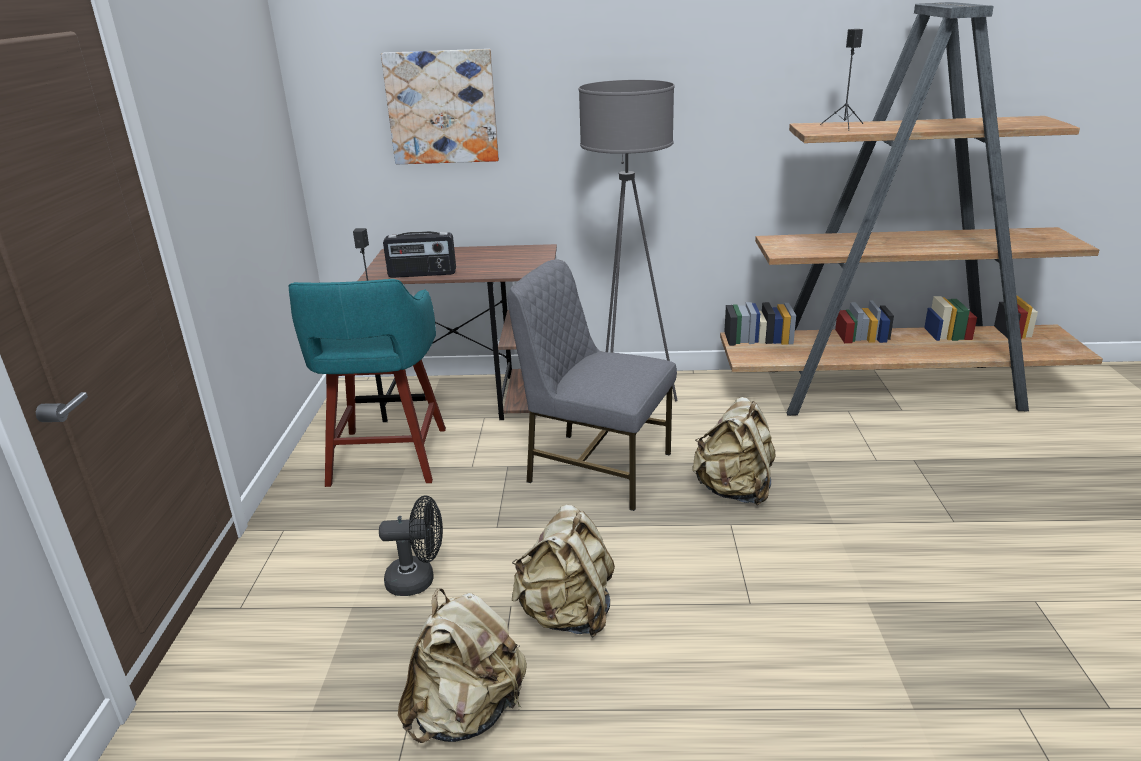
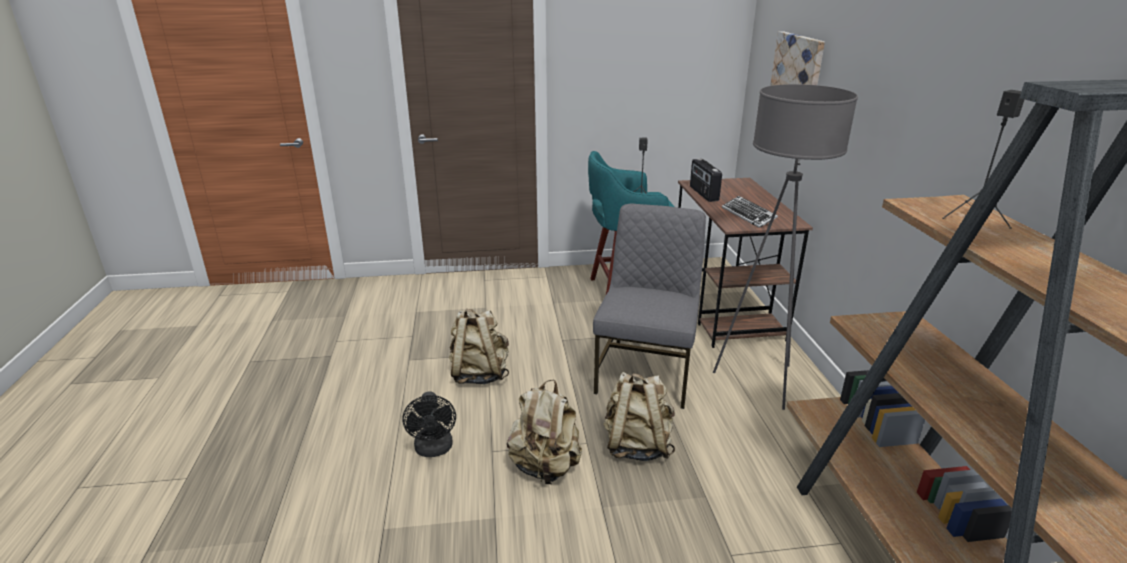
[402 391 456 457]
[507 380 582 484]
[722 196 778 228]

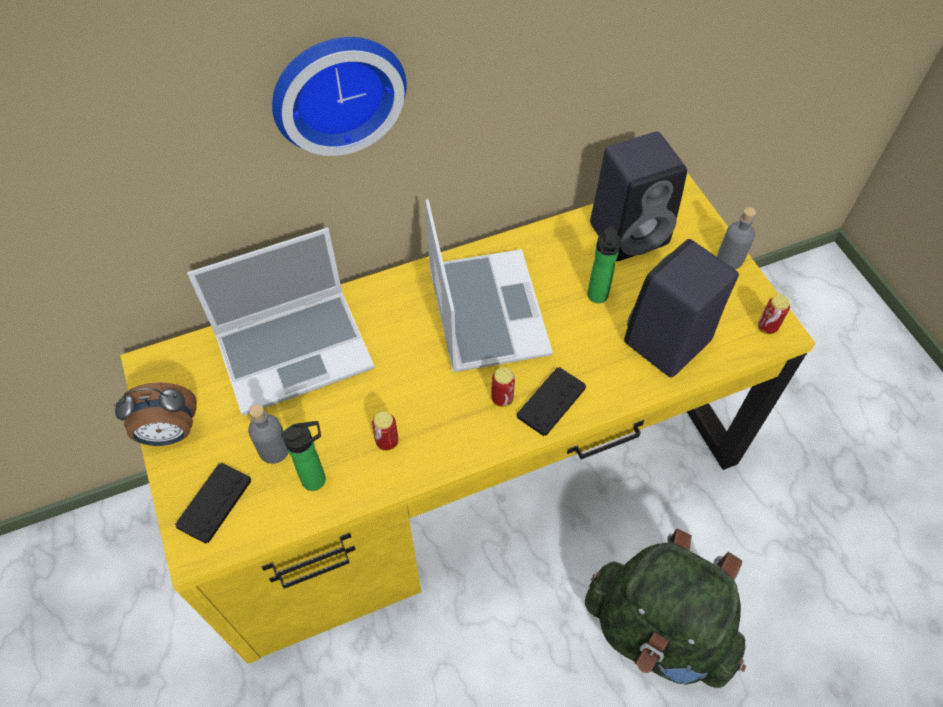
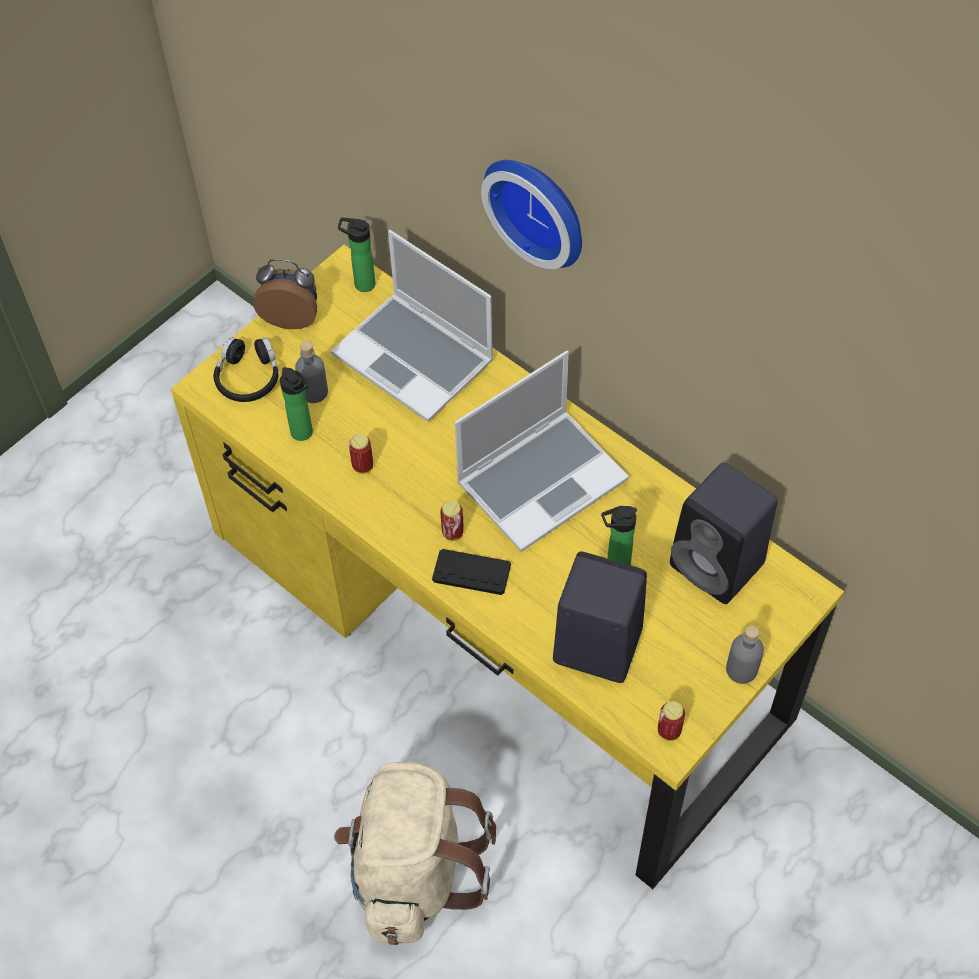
[253 259 317 329]
[213 337 279 402]
[334 762 496 945]
[338 217 375 292]

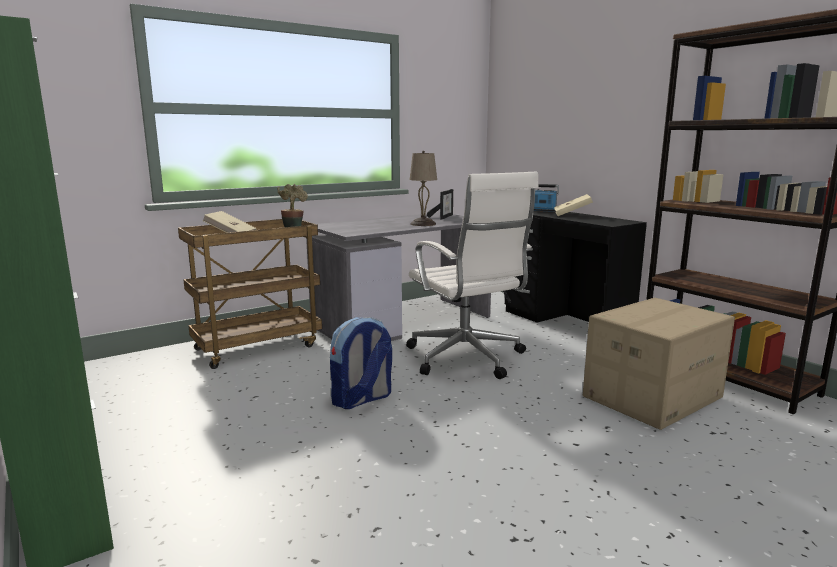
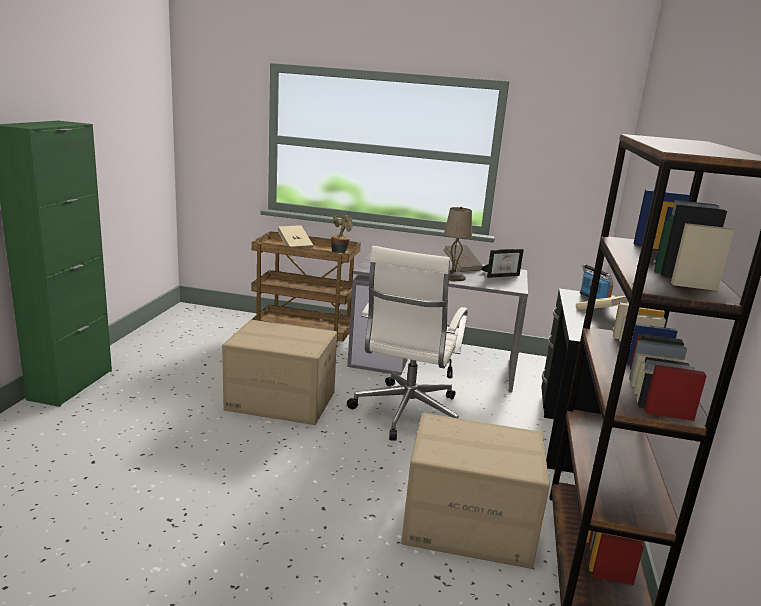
[222 320 337 425]
[444 245 483 272]

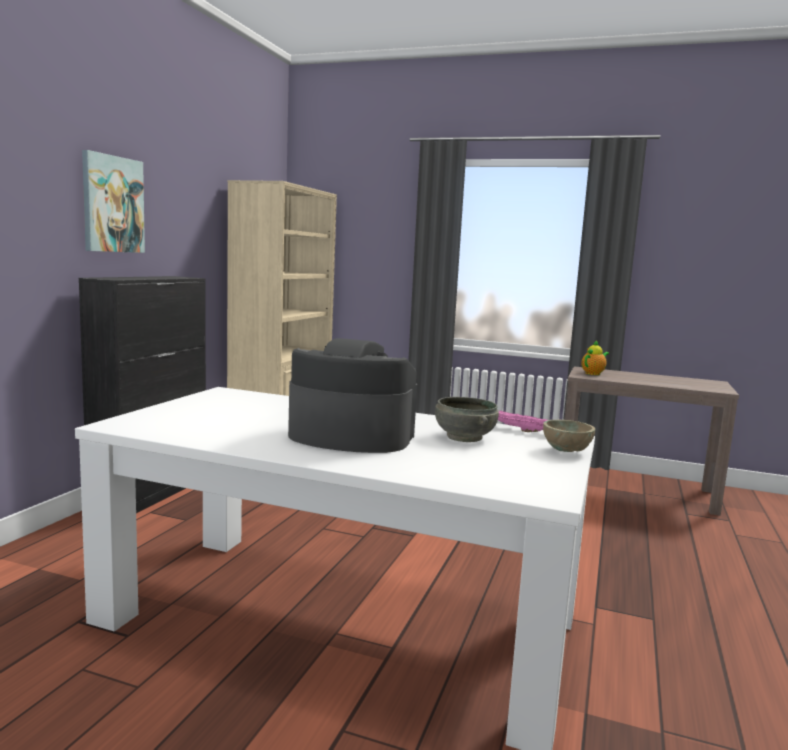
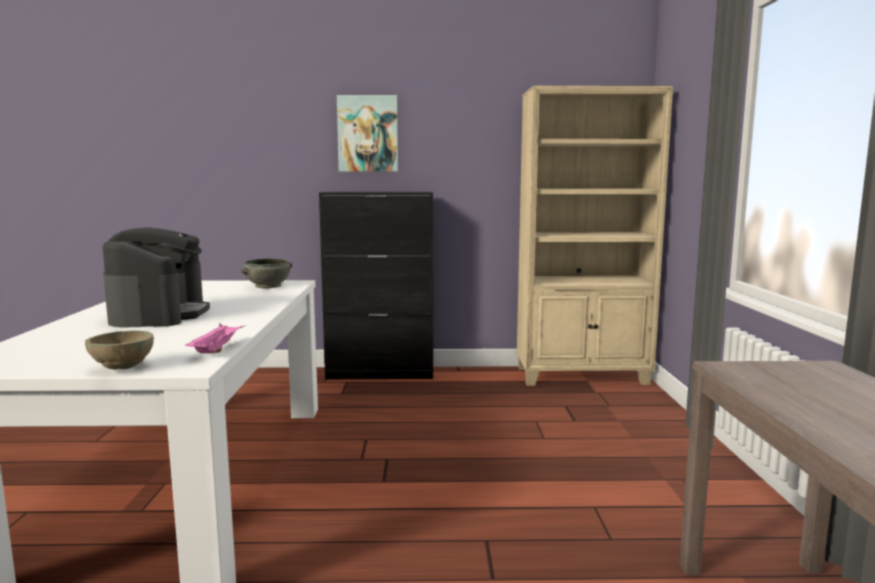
[581 340 609 375] (first image)
[241 258 292 288]

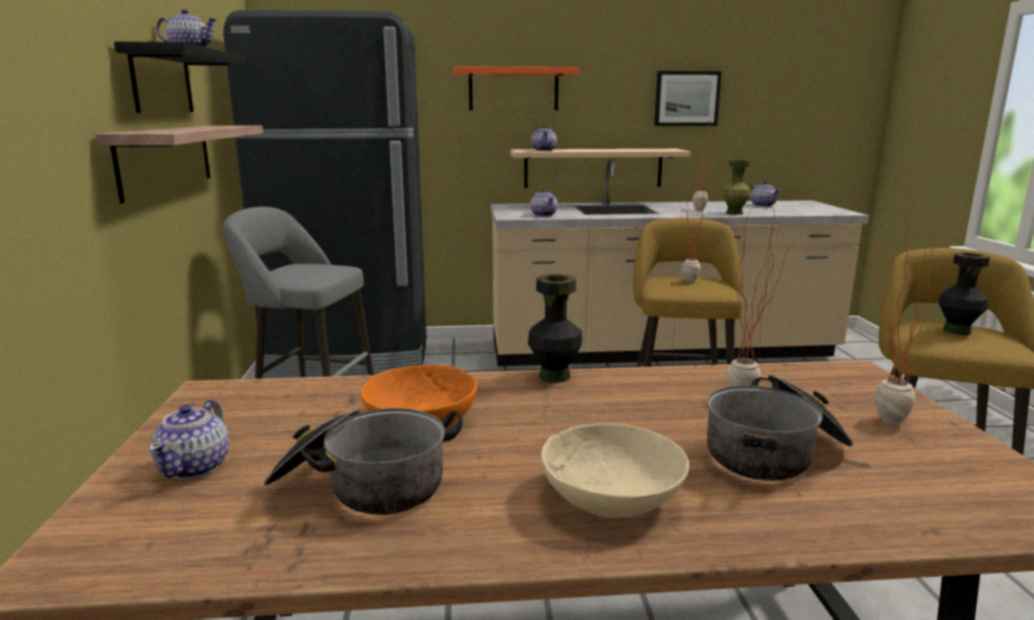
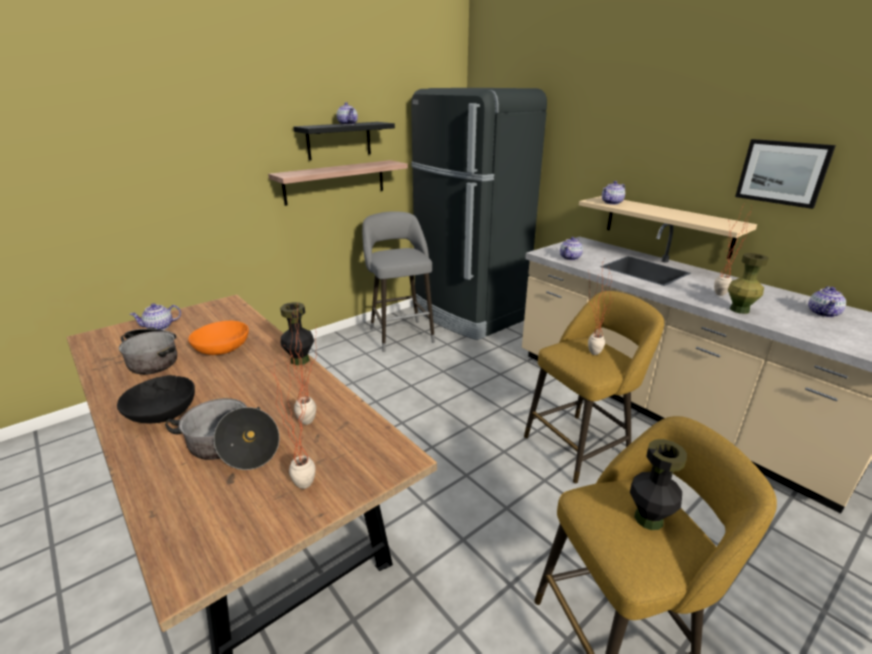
[453 66 580 110] (first image)
[117 375 195 423]

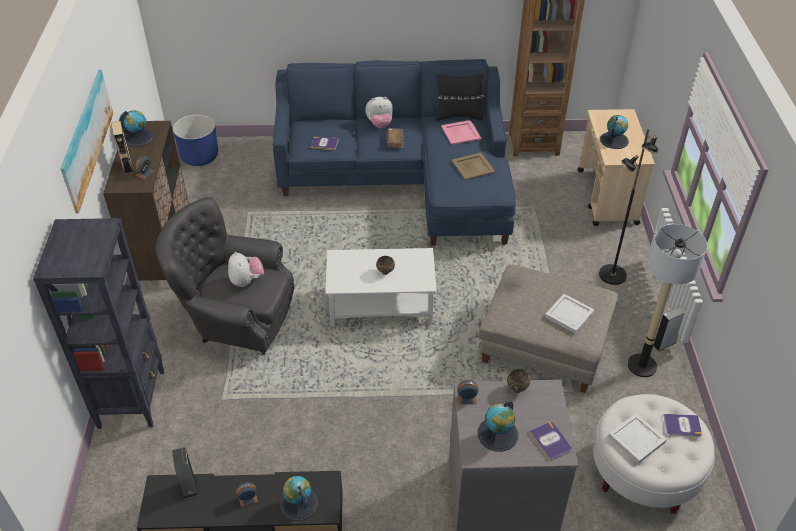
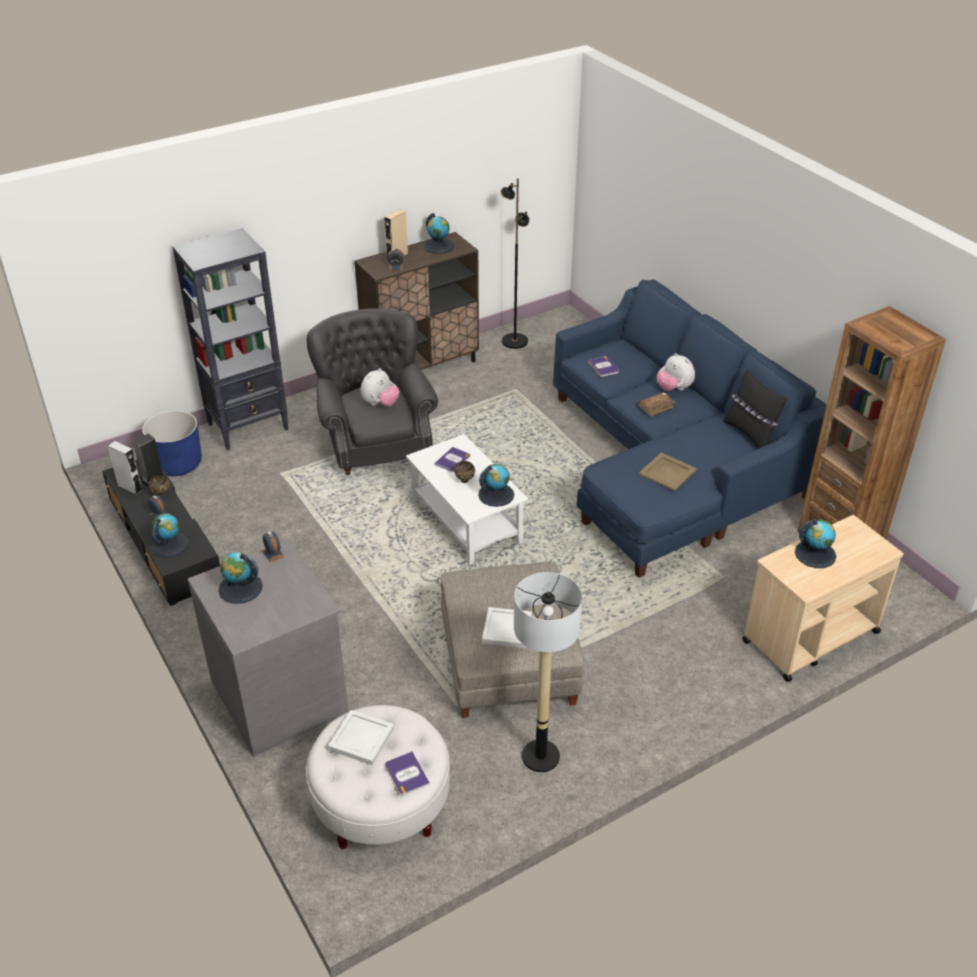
[60 70 113 213] (first image)
[142 410 202 476]
[441 120 481 145] (first image)
[500 178 529 349]
[107 441 143 495]
[148 475 170 497]
[434 447 470 472]
[478 464 514 507]

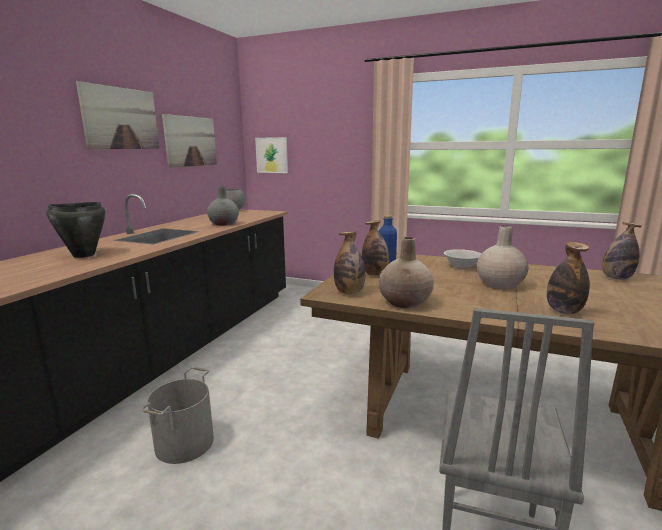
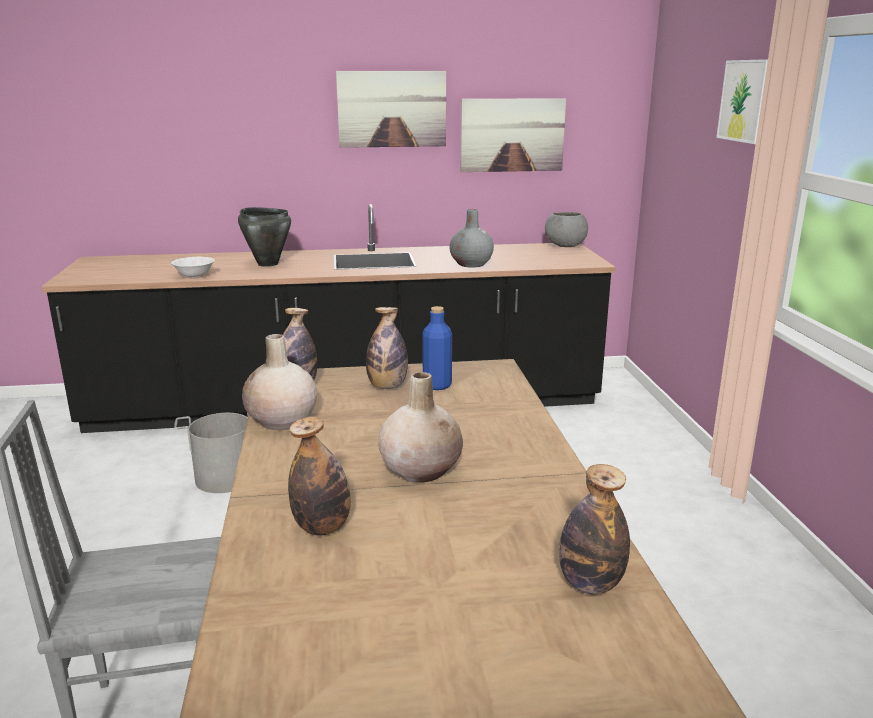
[716 59 768 144]
[171 257 215 278]

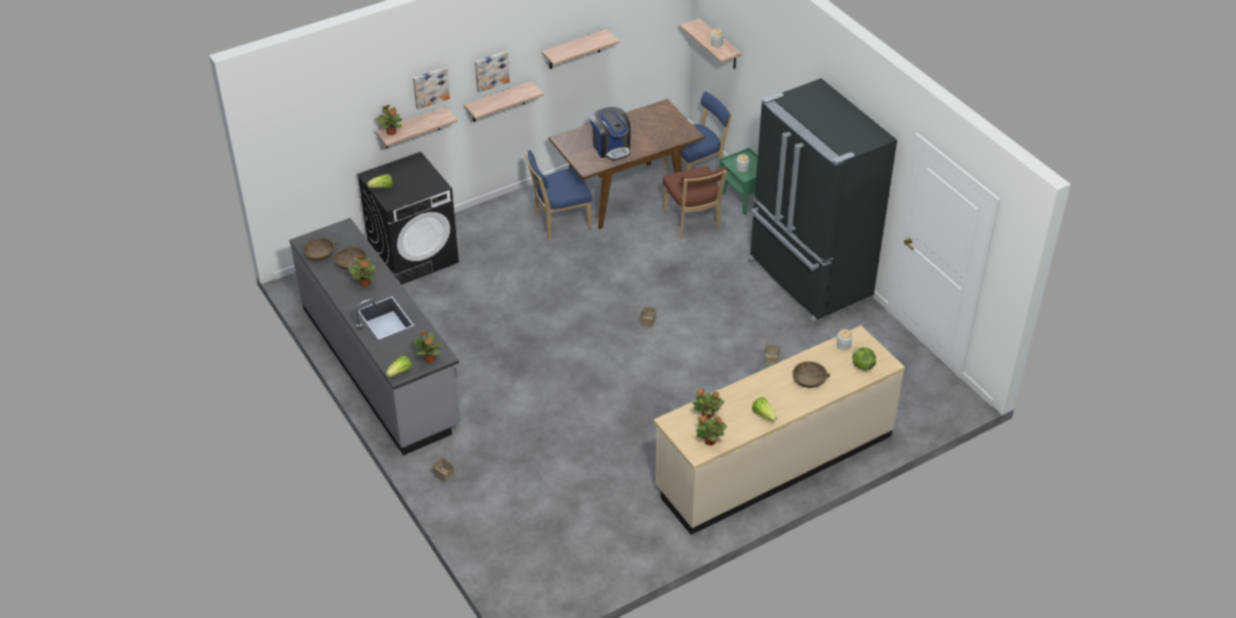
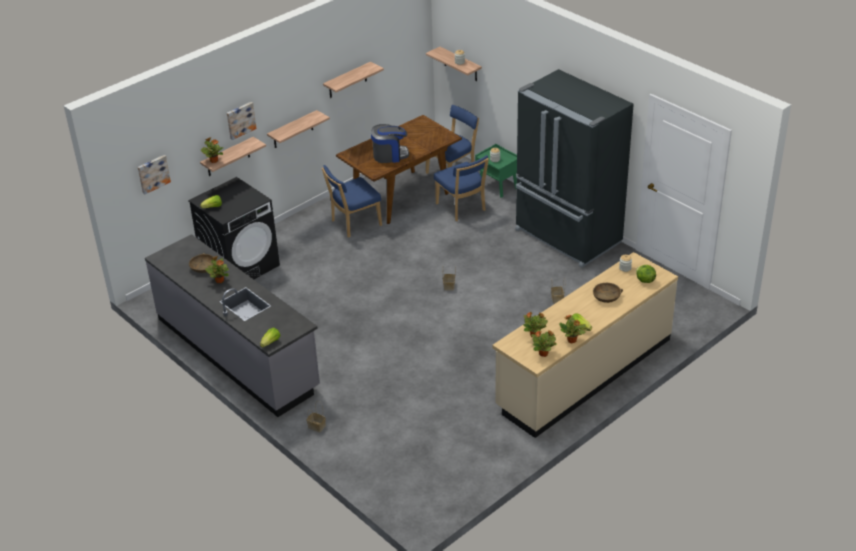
[138 155 171 195]
[371 124 409 163]
[434 155 489 221]
[303 238 336 261] (first image)
[559 315 586 344]

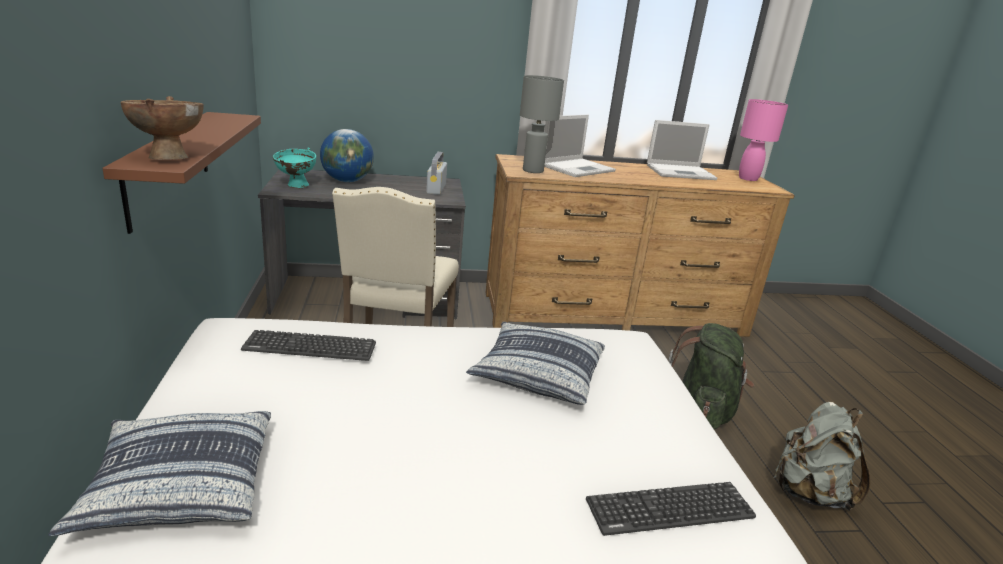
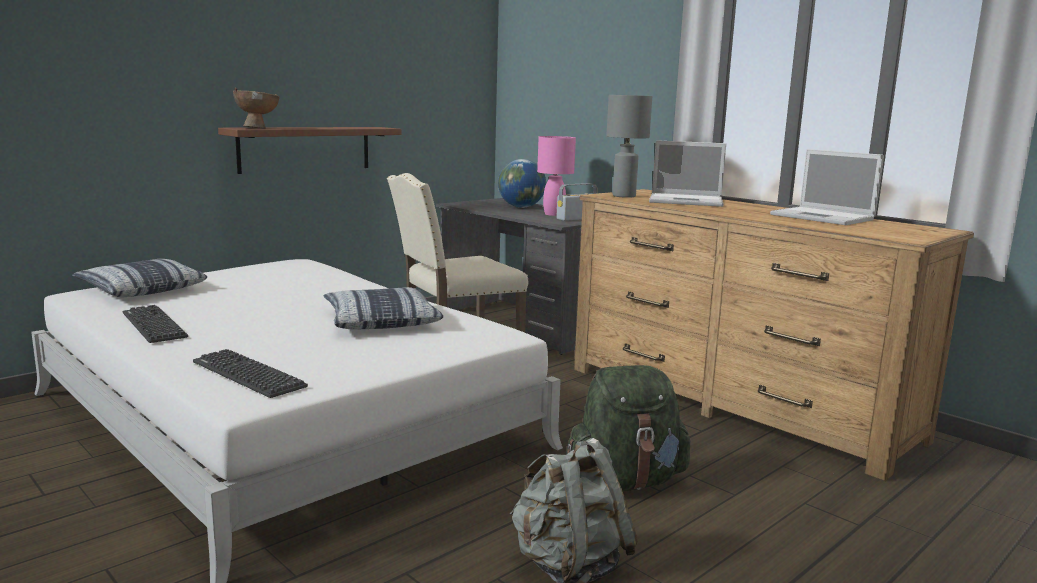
[537 136 576 216]
[273 147 316 188] (first image)
[123 305 188 343]

